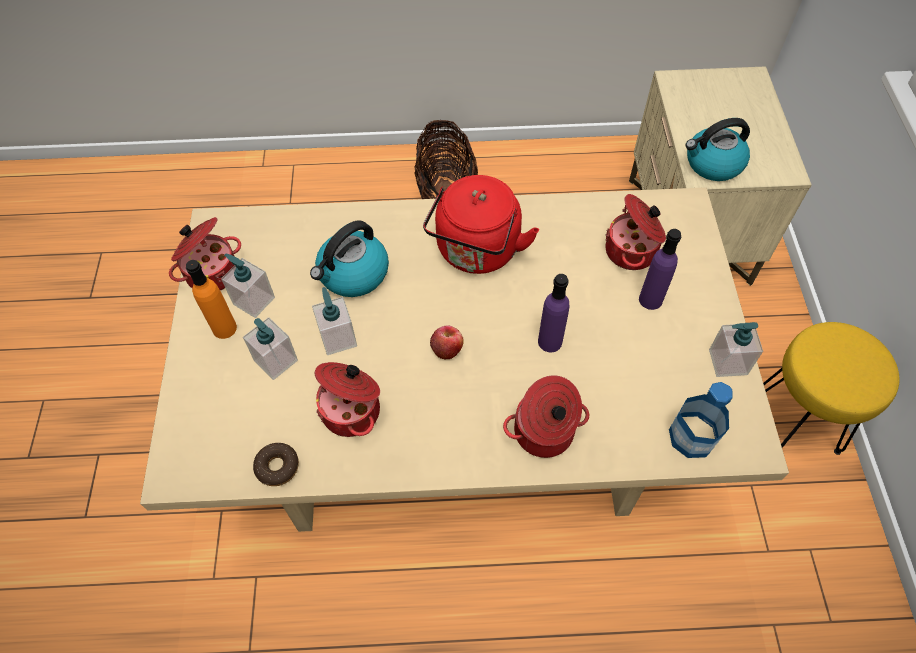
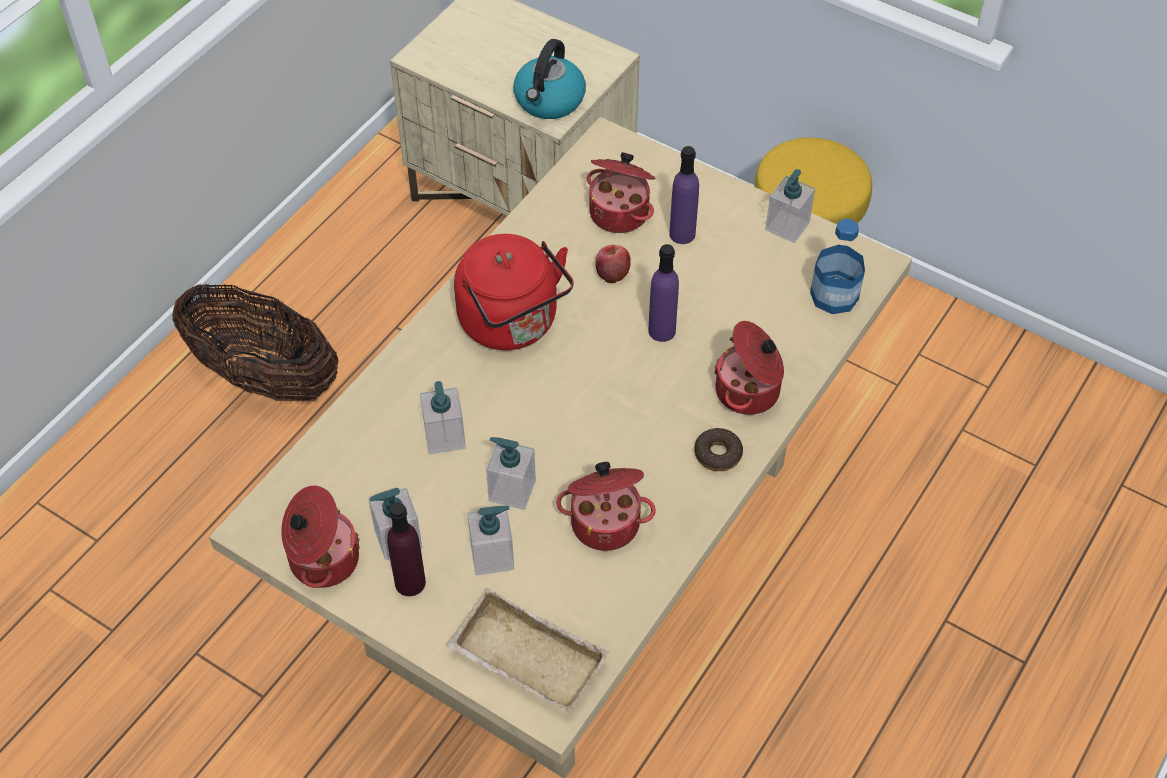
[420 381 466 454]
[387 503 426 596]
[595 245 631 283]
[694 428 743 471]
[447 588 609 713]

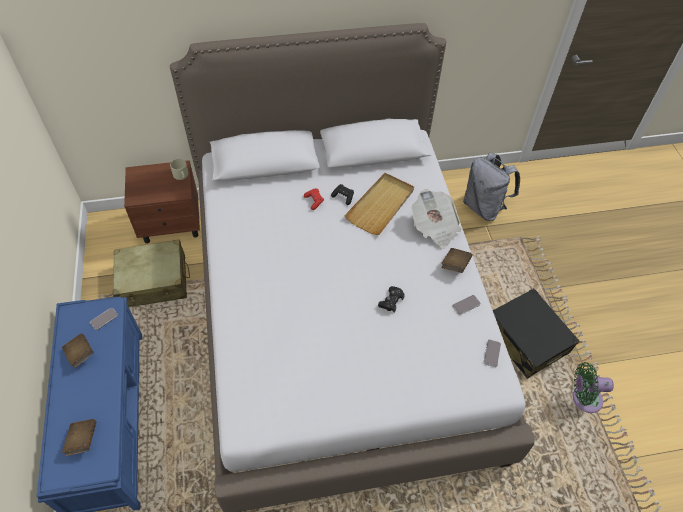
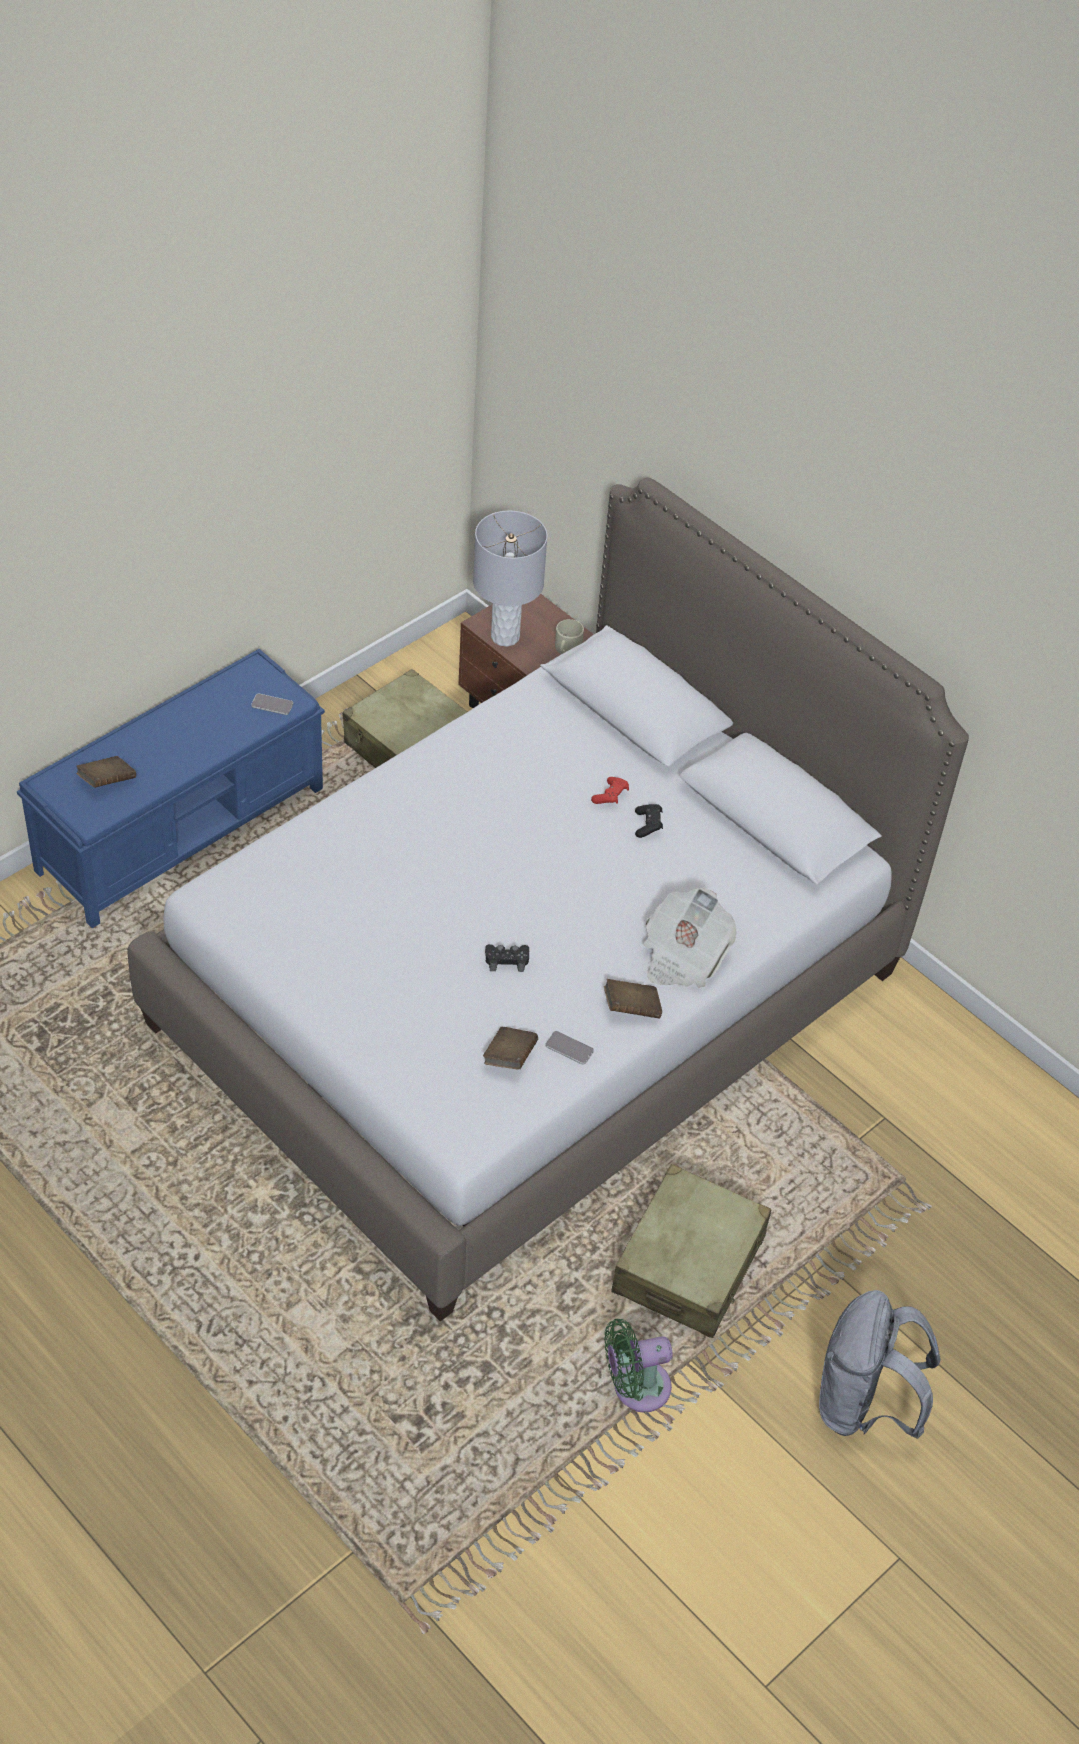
[819 1290 941 1439]
[344 173 414 235] (first image)
[611 1164 772 1338]
[483 1027 538 1070]
[483 339 501 367] (first image)
[604 1319 673 1413]
[473 511 548 647]

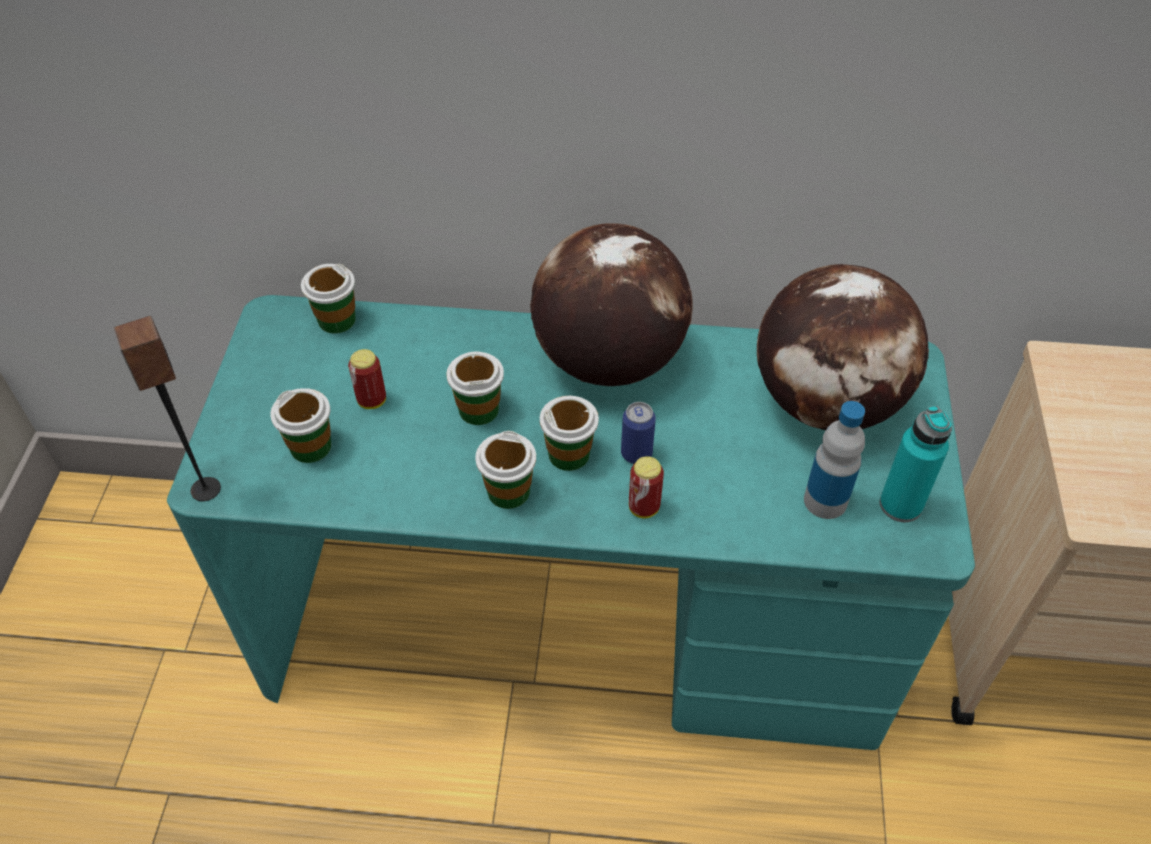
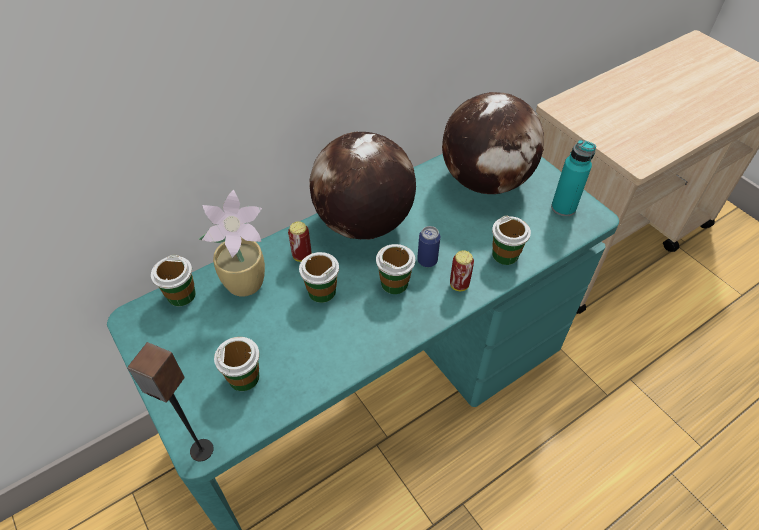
[288 221 312 262]
[804 401 865 519] (first image)
[492 216 531 265]
[199 189 265 296]

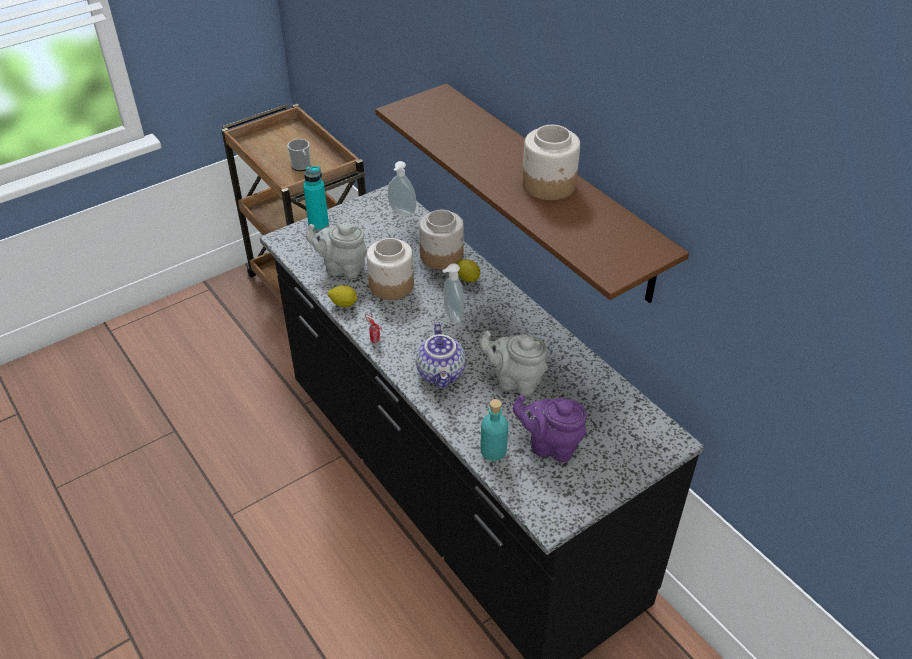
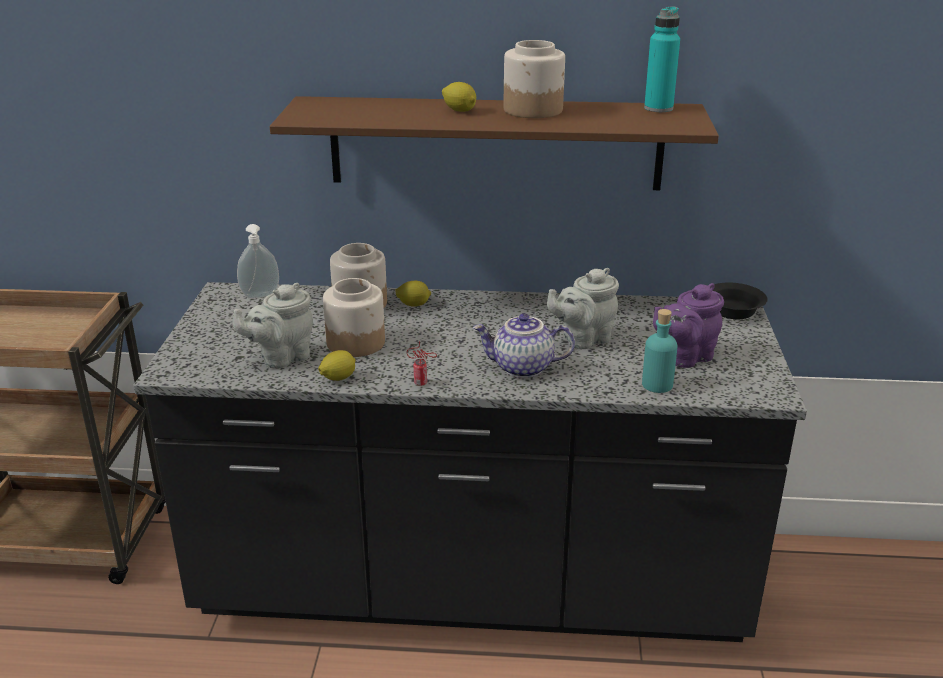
[287 139 311 171] (first image)
[644 6 680 112]
[442 263 464 324] (first image)
[473 313 575 378]
[442 82 476 112]
[710 283 768 319]

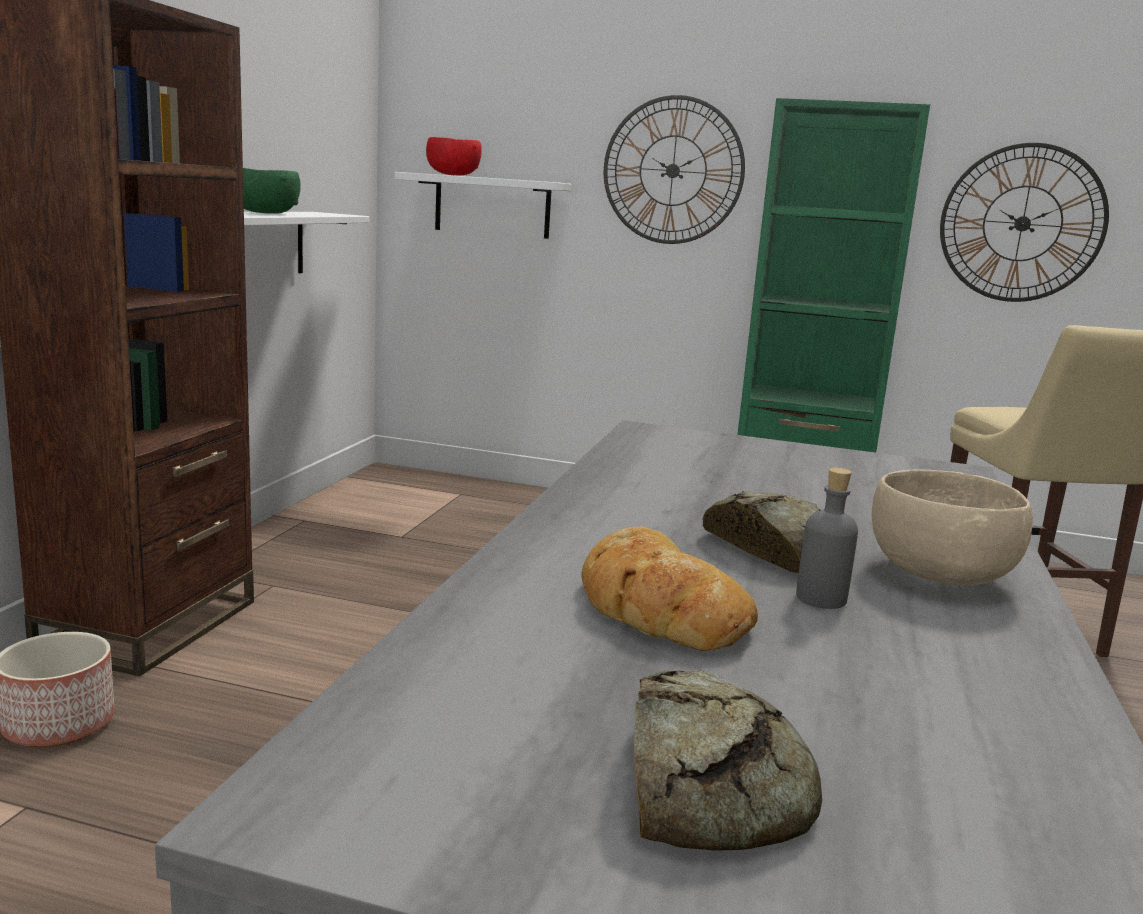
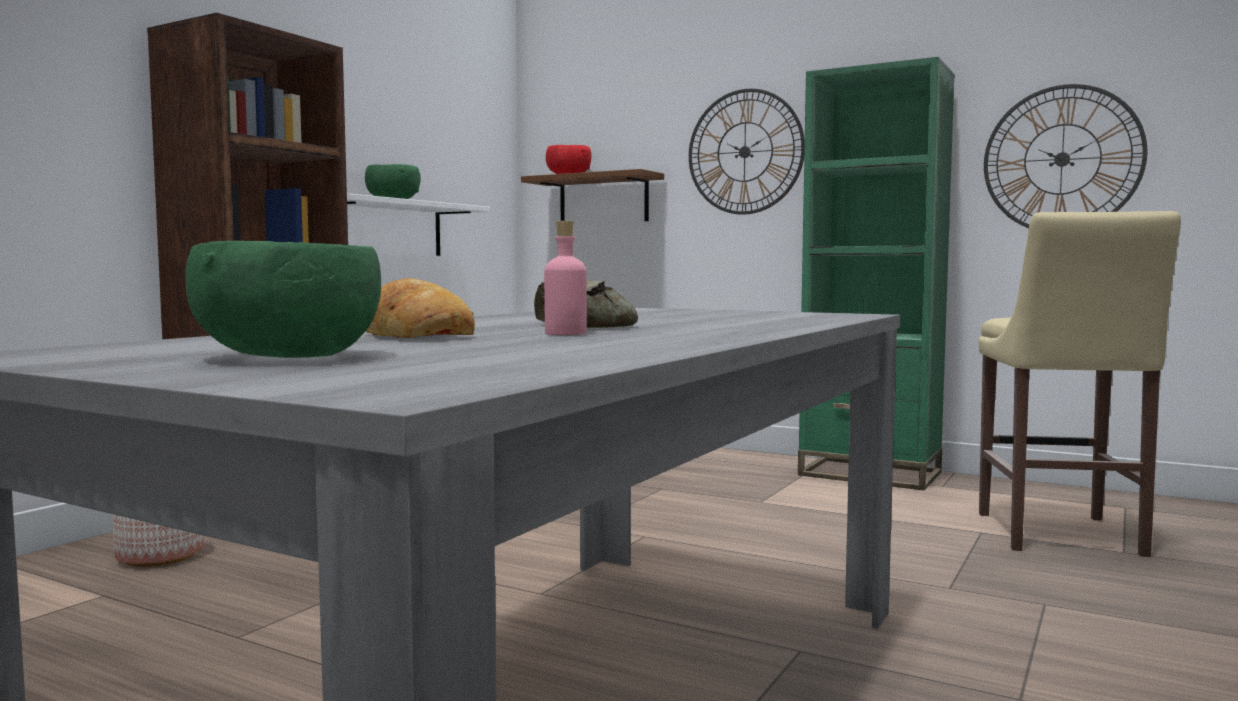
[521 169 664 221]
[544 221 587 335]
[872 470 1033 585] (first image)
[185 241 381 358]

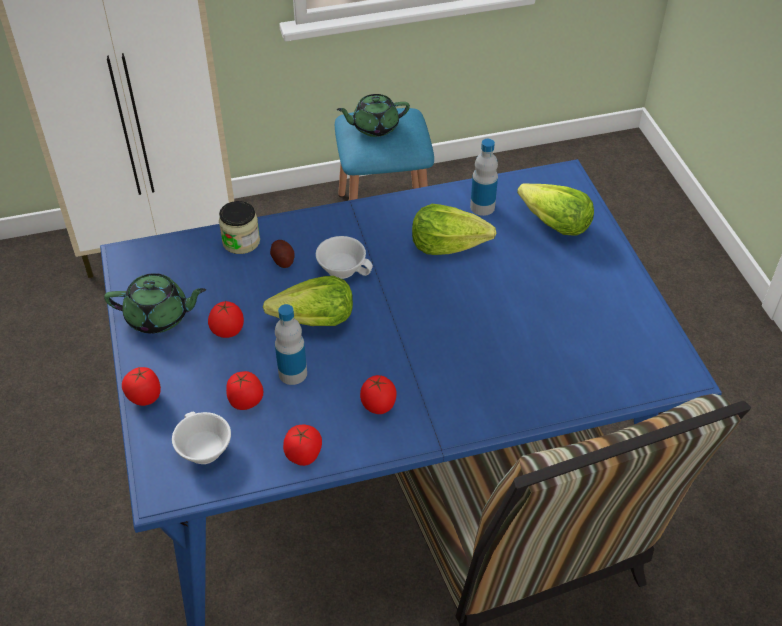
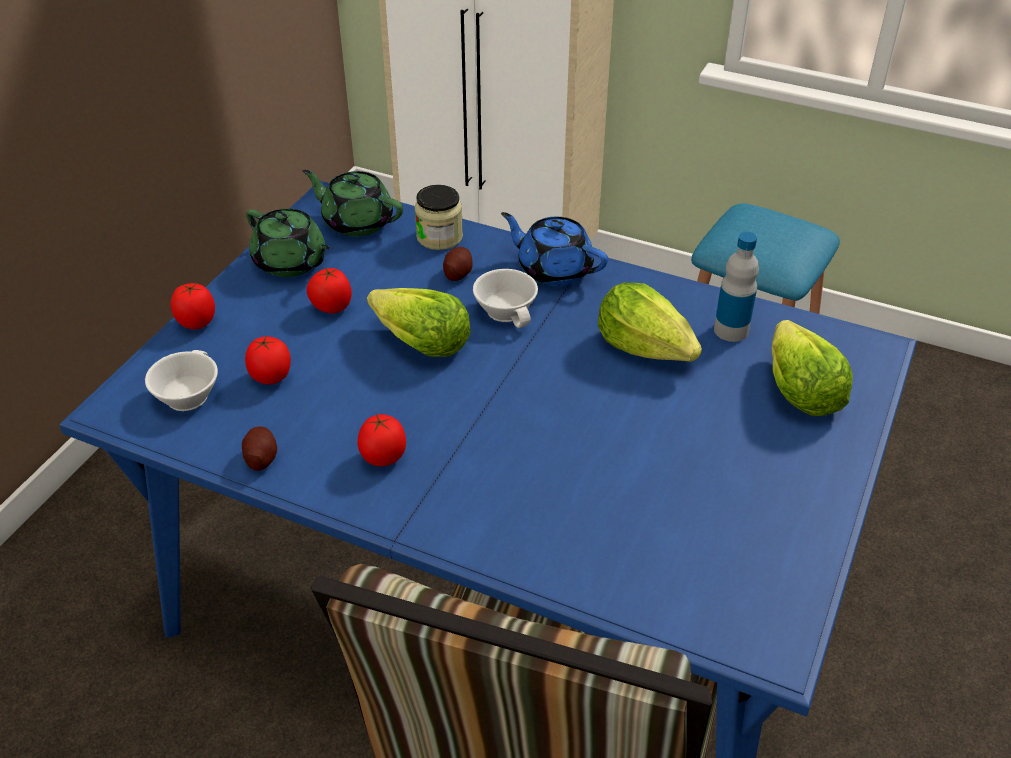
[303 170 403 237]
[275 304 307 385] (first image)
[242 426 277 471]
[501 212 608 286]

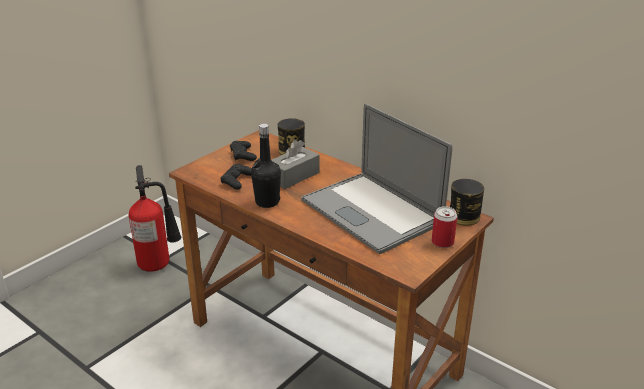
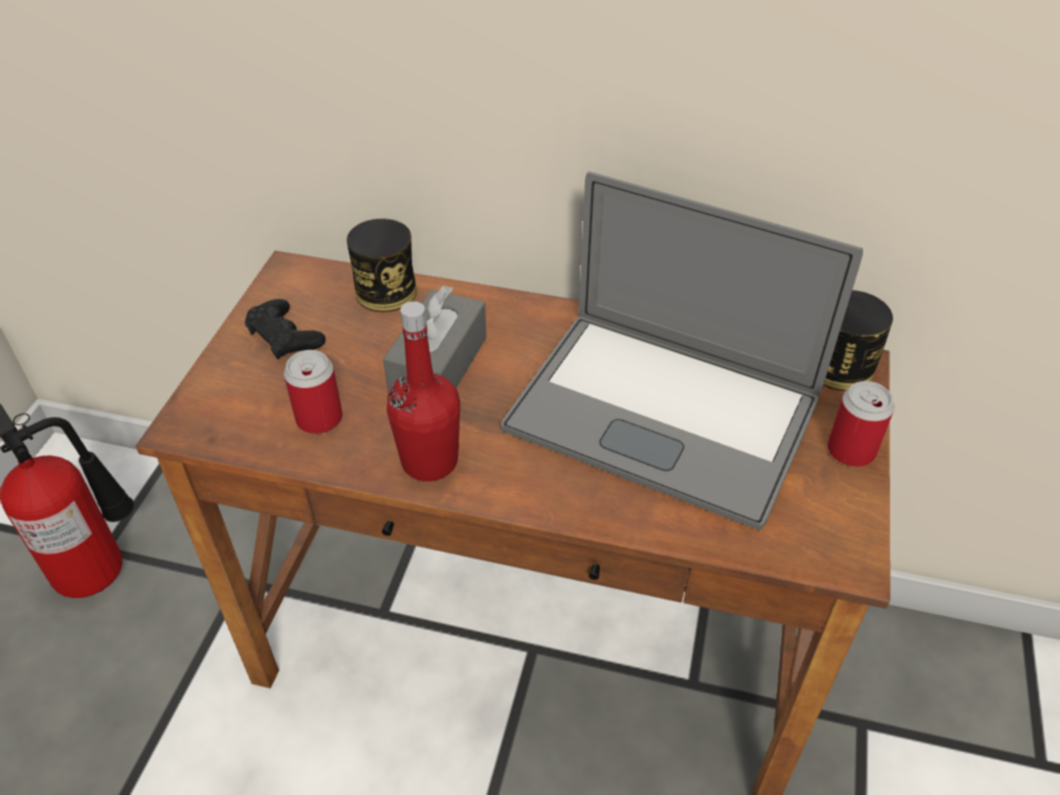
[387 301 460 481]
[284 350 343 434]

